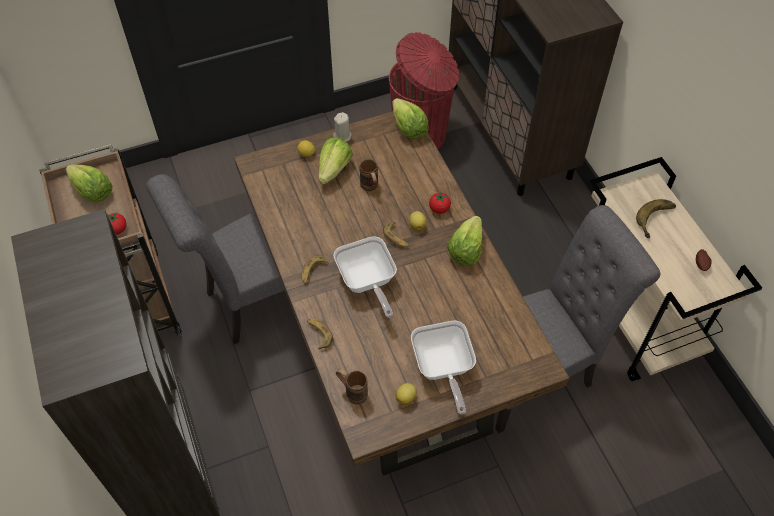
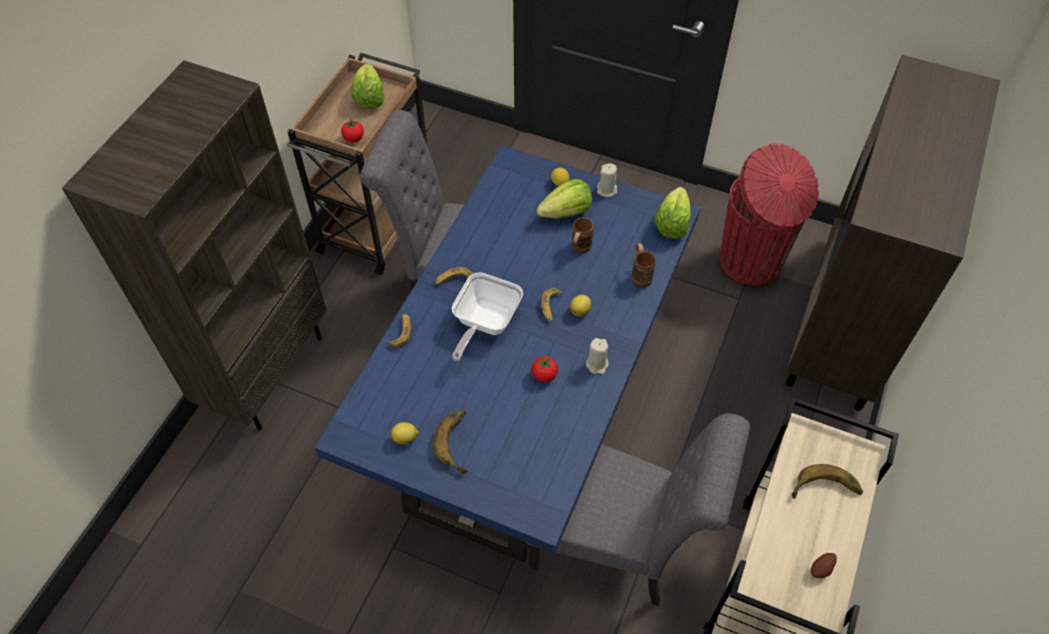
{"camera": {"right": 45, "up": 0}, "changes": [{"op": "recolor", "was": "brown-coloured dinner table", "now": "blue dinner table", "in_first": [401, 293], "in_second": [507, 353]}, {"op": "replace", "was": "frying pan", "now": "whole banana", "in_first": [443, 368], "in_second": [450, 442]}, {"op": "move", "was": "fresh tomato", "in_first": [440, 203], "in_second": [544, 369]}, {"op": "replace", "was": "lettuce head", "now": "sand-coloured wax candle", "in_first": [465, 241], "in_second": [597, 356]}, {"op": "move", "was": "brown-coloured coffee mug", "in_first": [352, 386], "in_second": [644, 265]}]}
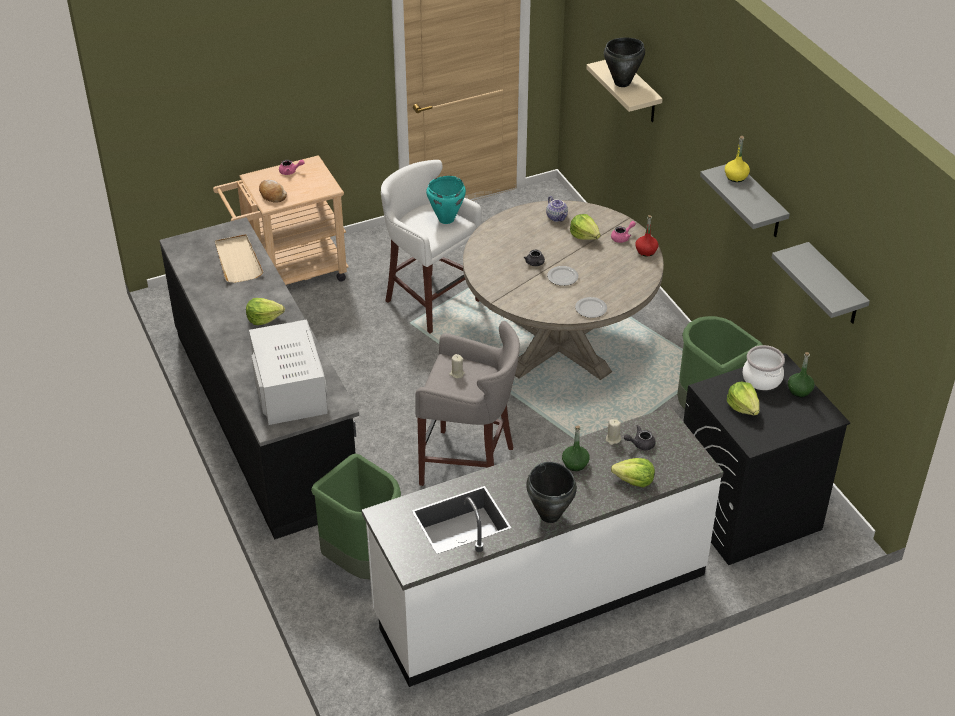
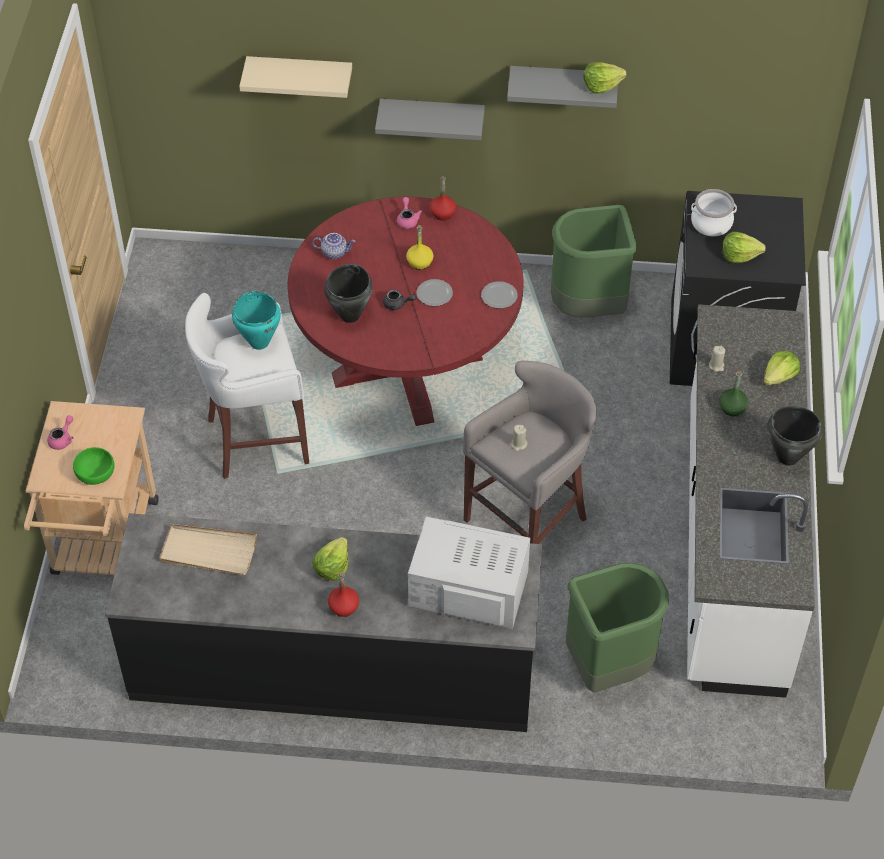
{"camera": {"right": -60, "up": 10}, "changes": [{"op": "replace", "was": "bakery bread", "now": "green serving bowl", "in_first": [273, 191], "in_second": [94, 466]}, {"op": "recolor", "was": "sand-coloured dinner table", "now": "red-coloured dinner table", "in_first": [563, 290], "in_second": [406, 311]}, {"op": "move", "was": "black-coloured stockpot", "in_first": [624, 62], "in_second": [349, 293]}, {"op": "insert", "now": "red-coloured bottle", "in_second": [343, 594]}, {"op": "move", "was": "gray bracket shelf", "in_first": [821, 283], "in_second": [430, 119]}, {"op": "move", "was": "yellowish bottle", "in_first": [737, 159], "in_second": [419, 247]}, {"op": "move", "was": "lettuce head", "in_first": [585, 227], "in_second": [605, 78]}, {"op": "delete", "was": "gray pot for tea", "in_first": [640, 437]}, {"op": "delete", "was": "green bottle", "in_first": [801, 374]}]}
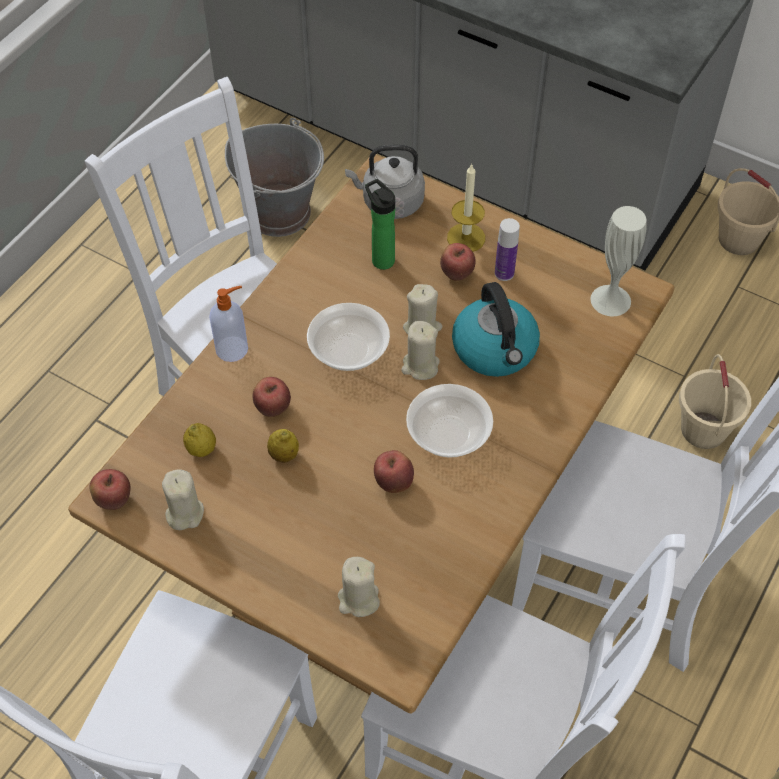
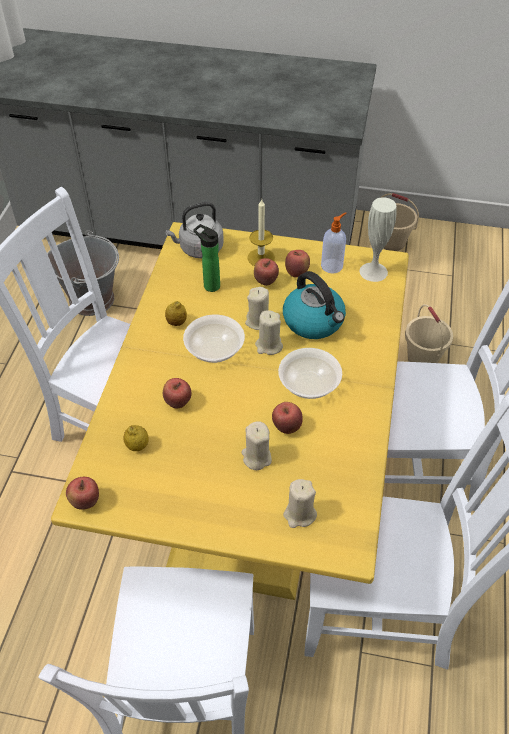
{"camera": {"right": -20, "up": -5}, "changes": [{"op": "recolor", "was": "brown-coloured dinner table", "now": "yellowish dinner table", "in_first": [371, 434], "in_second": [230, 411]}, {"op": "move", "was": "whole lemon", "in_first": [283, 446], "in_second": [176, 313]}, {"op": "move", "was": "sand-coloured wax candle", "in_first": [183, 499], "in_second": [256, 445]}, {"op": "replace", "was": "bottle", "now": "apple", "in_first": [507, 249], "in_second": [297, 264]}, {"op": "move", "was": "liquid soap bottle", "in_first": [228, 324], "in_second": [334, 243]}]}
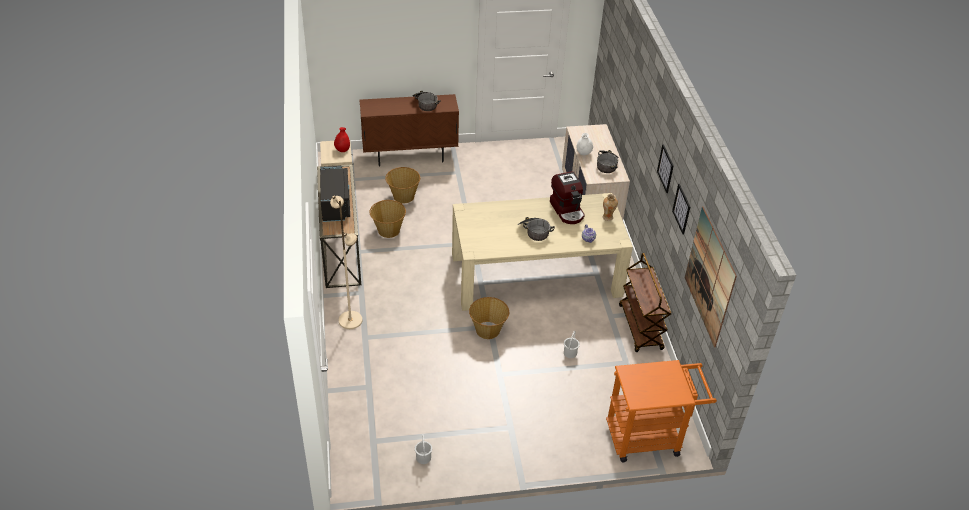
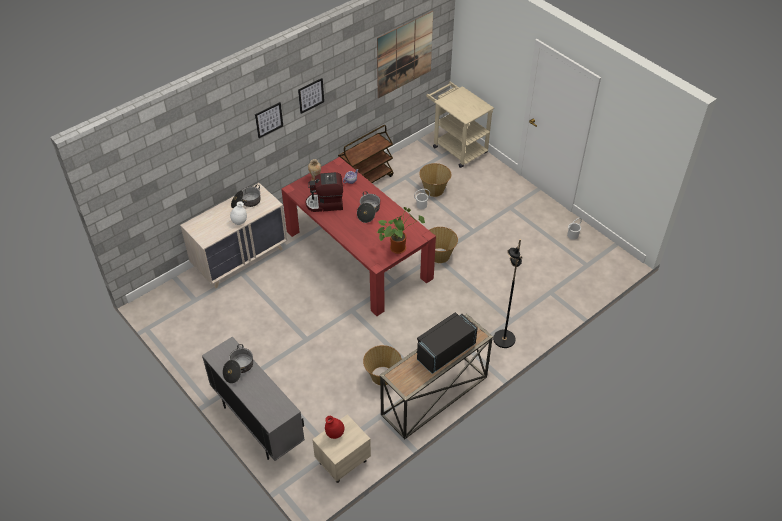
{"camera": {"right": -120, "up": 5}, "changes": [{"op": "recolor", "was": "brown-coloured cabinet", "now": "gray cabinet", "in_first": [409, 130], "in_second": [253, 399]}, {"op": "move", "was": "picture", "in_first": [681, 209], "in_second": [269, 120]}, {"op": "recolor", "was": "sand-coloured dinner table", "now": "red-coloured dinner table", "in_first": [542, 252], "in_second": [358, 236]}, {"op": "rotate", "was": "coffee brewer", "in_first": [567, 197], "in_second": [324, 192], "clockwise": -135}, {"op": "insert", "now": "potted plant", "in_second": [401, 230]}, {"op": "move", "was": "storage basket", "in_first": [402, 185], "in_second": [435, 180]}, {"op": "recolor", "was": "orangey wheeled cart", "now": "sand-coloured wheeled cart", "in_first": [661, 411], "in_second": [460, 125]}, {"op": "recolor", "was": "sand-coloured standing lamp", "now": "black-coloured standing lamp", "in_first": [346, 262], "in_second": [508, 293]}]}
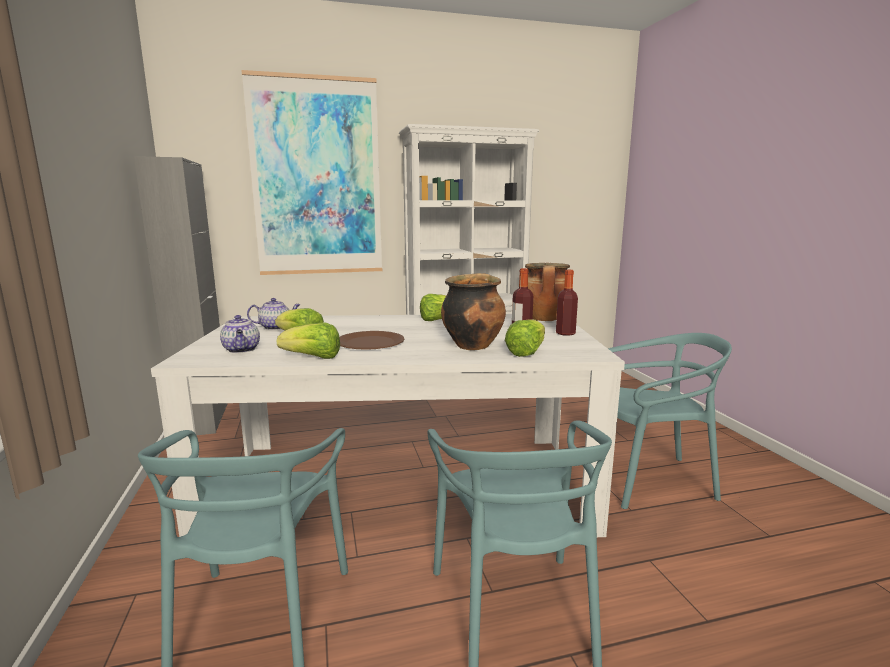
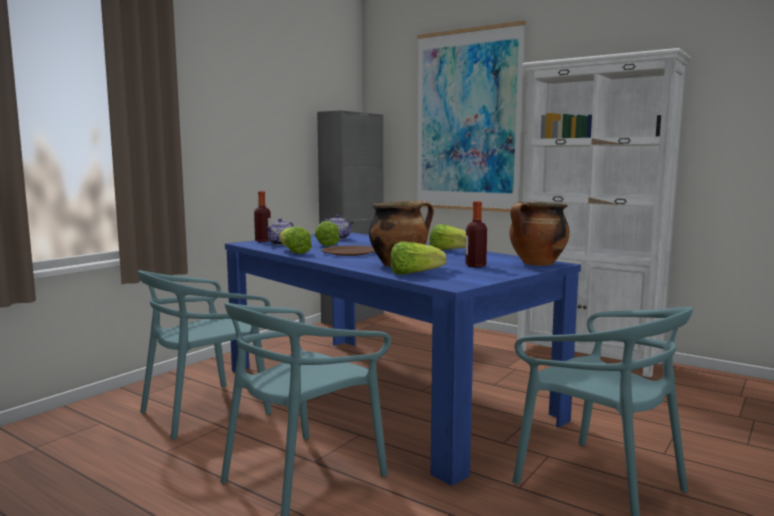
{"camera": {"right": 50, "up": -5}, "changes": [{"op": "recolor", "was": "white dinner table", "now": "blue dinner table", "in_first": [388, 425], "in_second": [403, 359]}, {"op": "move", "was": "bottle", "in_first": [567, 303], "in_second": [262, 216]}]}
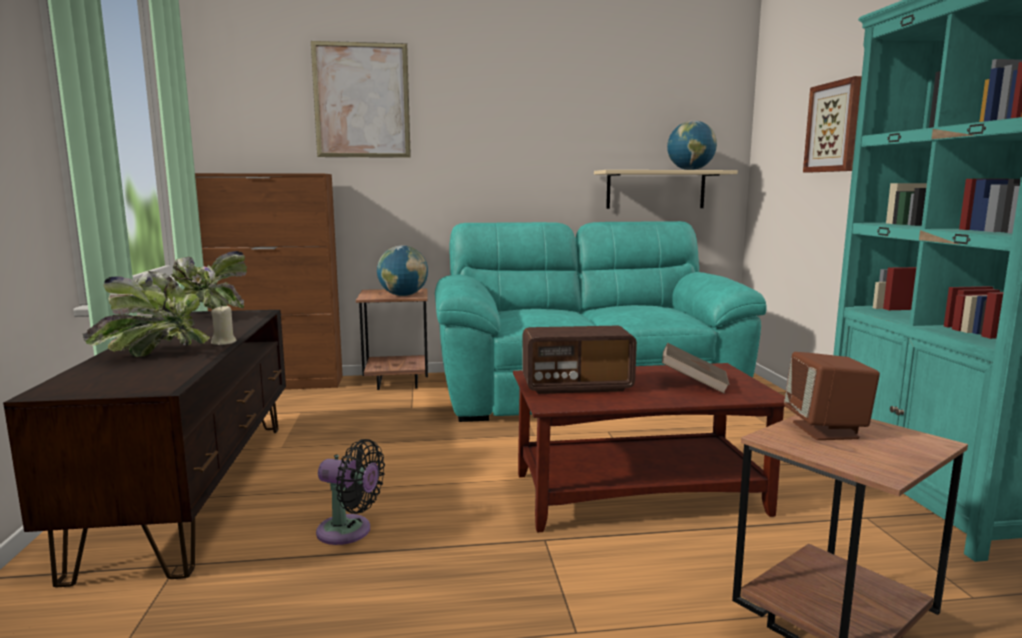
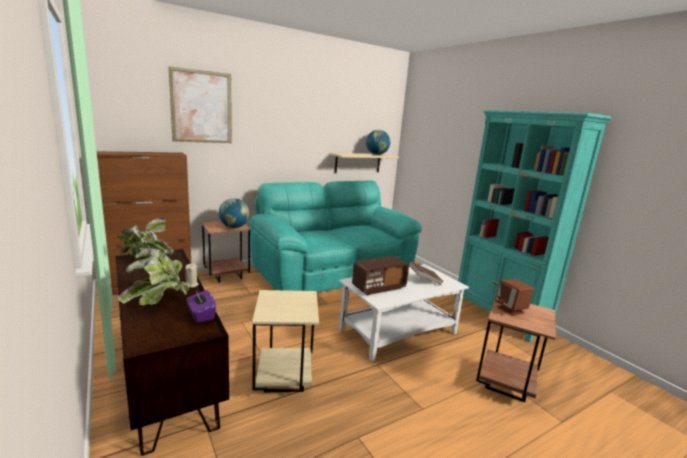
{"camera": {"right": -25, "up": 5}, "changes": [{"op": "insert", "now": "purplish tissue holder", "in_second": [201, 306]}, {"op": "replace", "was": "black-coloured electric fan", "now": "sand-coloured accent table", "in_first": [350, 492], "in_second": [285, 341]}, {"op": "recolor", "was": "brown-coloured low table", "now": "white low table", "in_first": [649, 447], "in_second": [404, 313]}, {"op": "delete", "was": "picture", "in_first": [832, 124]}]}
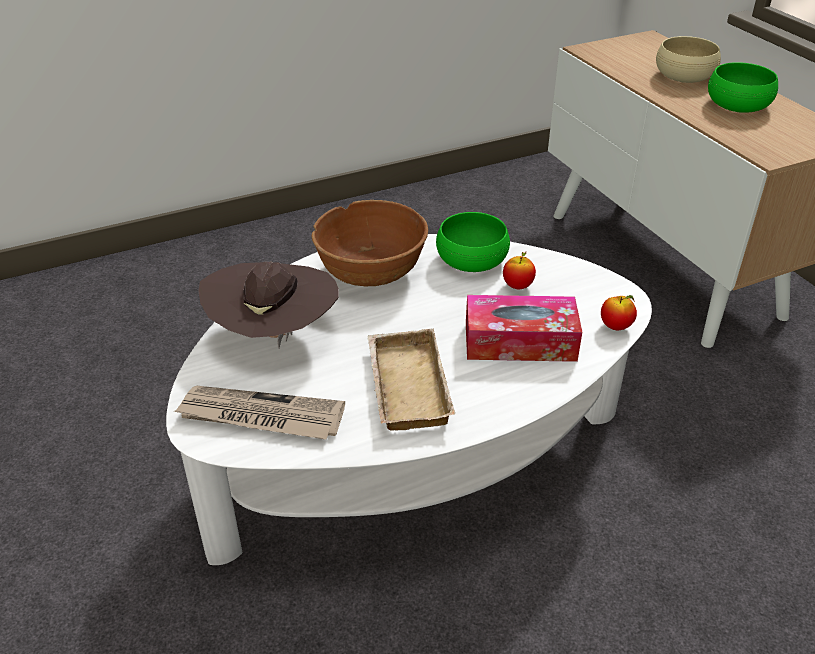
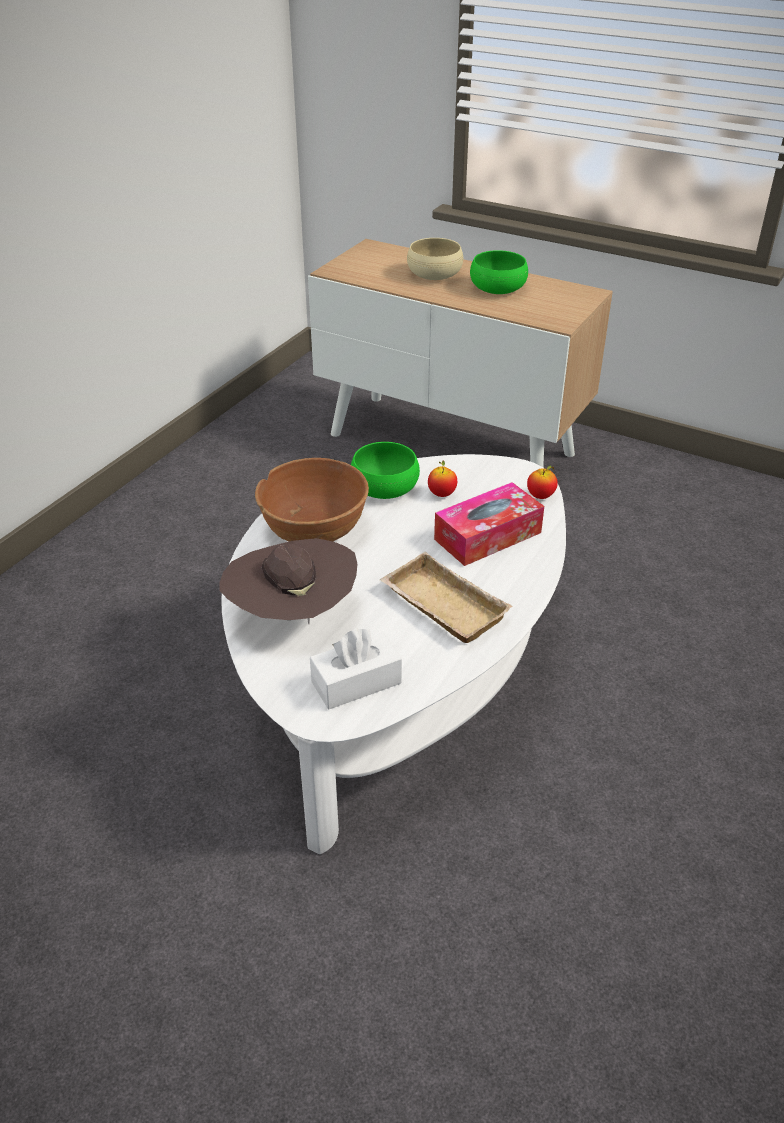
{"camera": {"right": -35, "up": 0}, "changes": [{"op": "replace", "was": "newspaper", "now": "white tissue holder", "in_first": [259, 412], "in_second": [356, 668]}]}
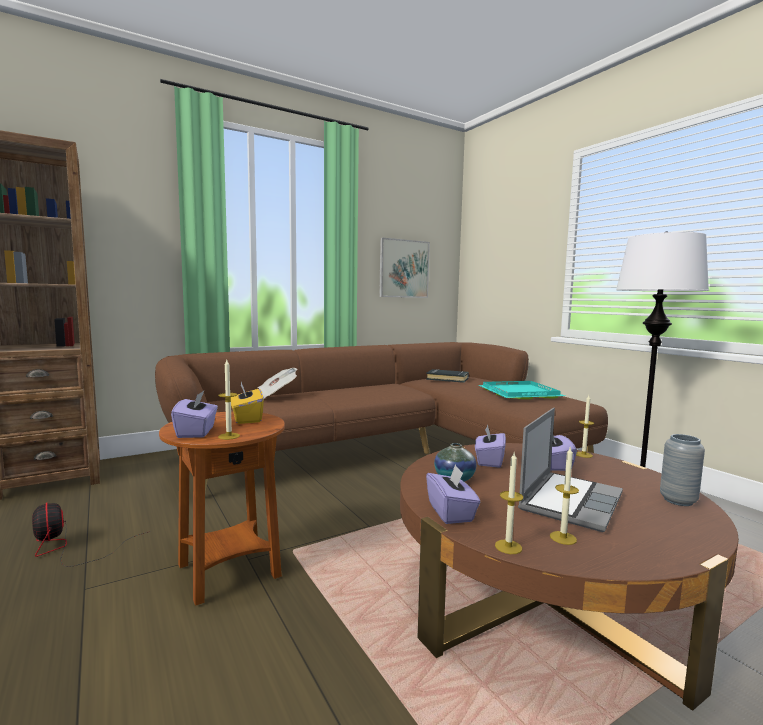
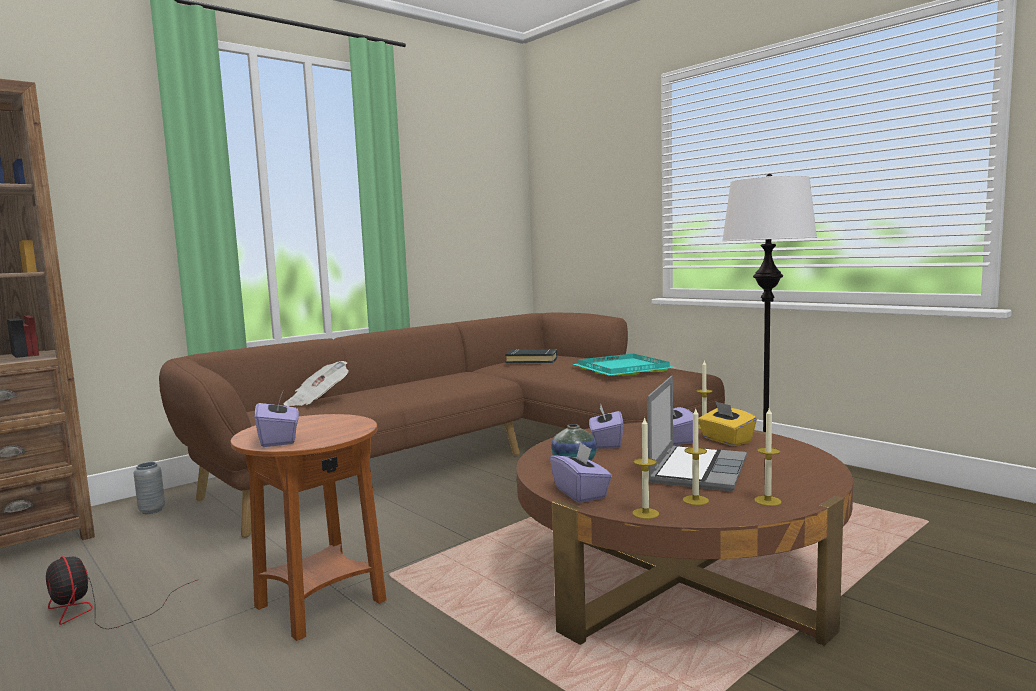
{"camera": {"right": -10, "up": 0}, "changes": [{"op": "move", "was": "gray flower vase", "in_first": [682, 470], "in_second": [149, 488]}, {"op": "move", "was": "yellowish tissue holder", "in_first": [247, 403], "in_second": [728, 423]}, {"op": "move", "was": "wax candle", "in_first": [229, 400], "in_second": [768, 457]}, {"op": "delete", "was": "picture", "in_first": [404, 267]}]}
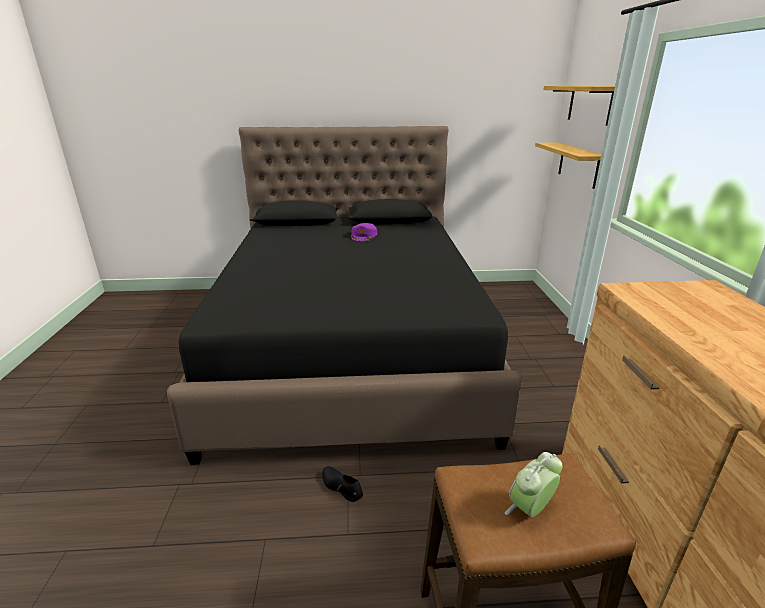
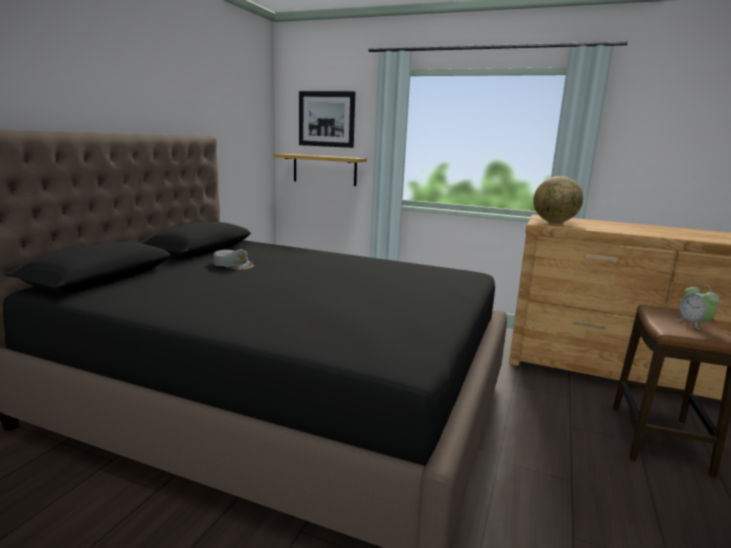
{"camera": {"right": -65, "up": -10}, "changes": [{"op": "recolor", "was": "purplish peaked cap", "now": "gray peaked cap", "in_first": [364, 232], "in_second": [233, 259]}, {"op": "replace", "was": "bracket shelf", "now": "picture", "in_first": [579, 106], "in_second": [327, 119]}, {"op": "insert", "now": "desk globe", "in_second": [558, 199]}, {"op": "delete", "was": "black-coloured shoe", "in_first": [342, 484]}]}
